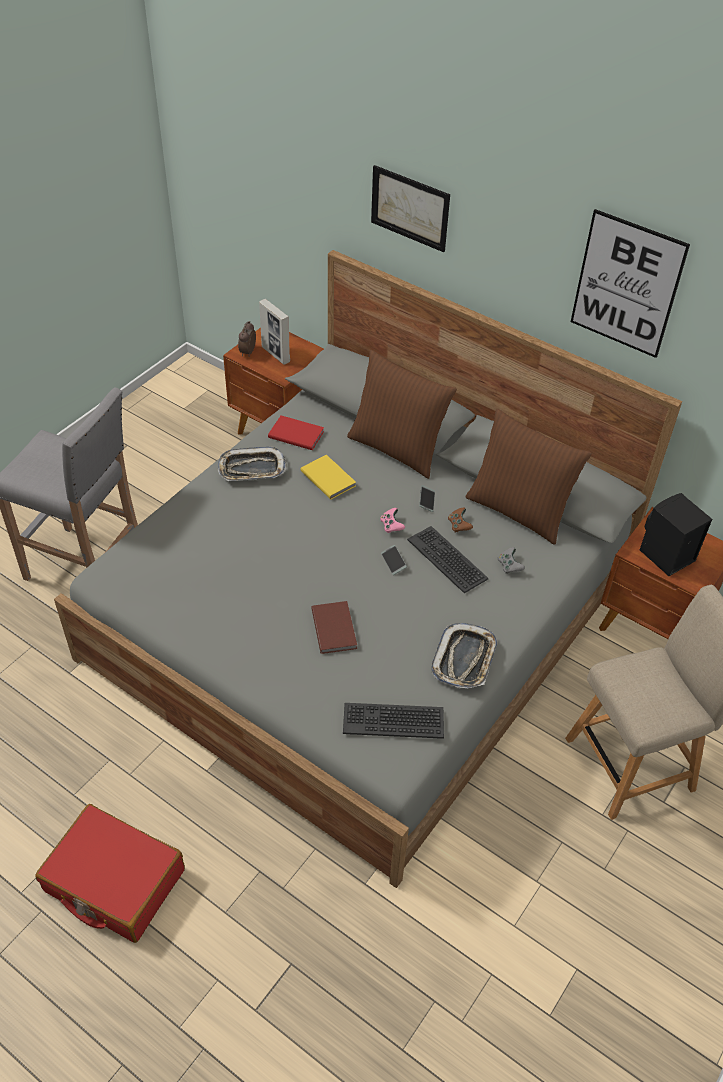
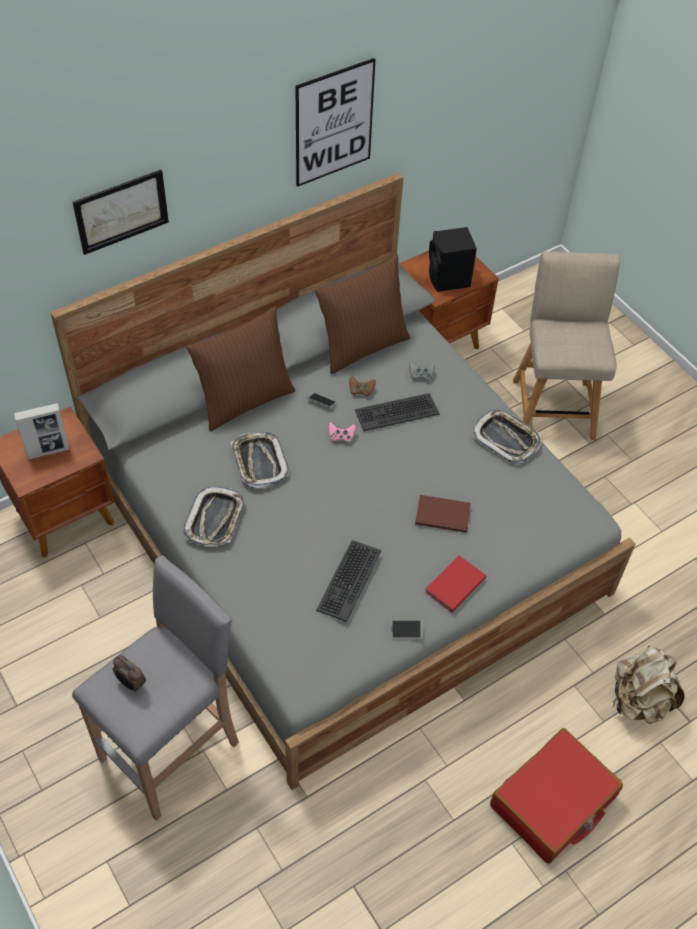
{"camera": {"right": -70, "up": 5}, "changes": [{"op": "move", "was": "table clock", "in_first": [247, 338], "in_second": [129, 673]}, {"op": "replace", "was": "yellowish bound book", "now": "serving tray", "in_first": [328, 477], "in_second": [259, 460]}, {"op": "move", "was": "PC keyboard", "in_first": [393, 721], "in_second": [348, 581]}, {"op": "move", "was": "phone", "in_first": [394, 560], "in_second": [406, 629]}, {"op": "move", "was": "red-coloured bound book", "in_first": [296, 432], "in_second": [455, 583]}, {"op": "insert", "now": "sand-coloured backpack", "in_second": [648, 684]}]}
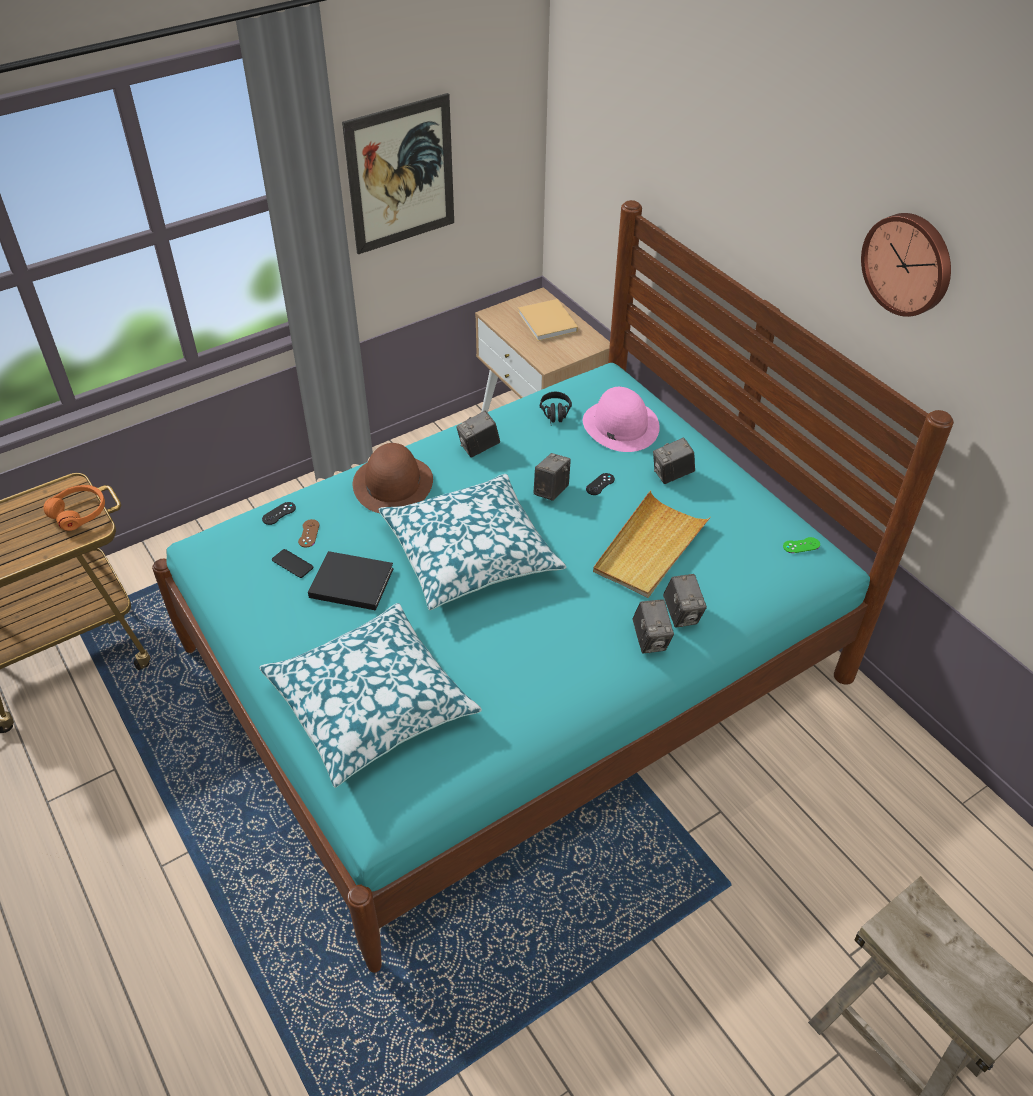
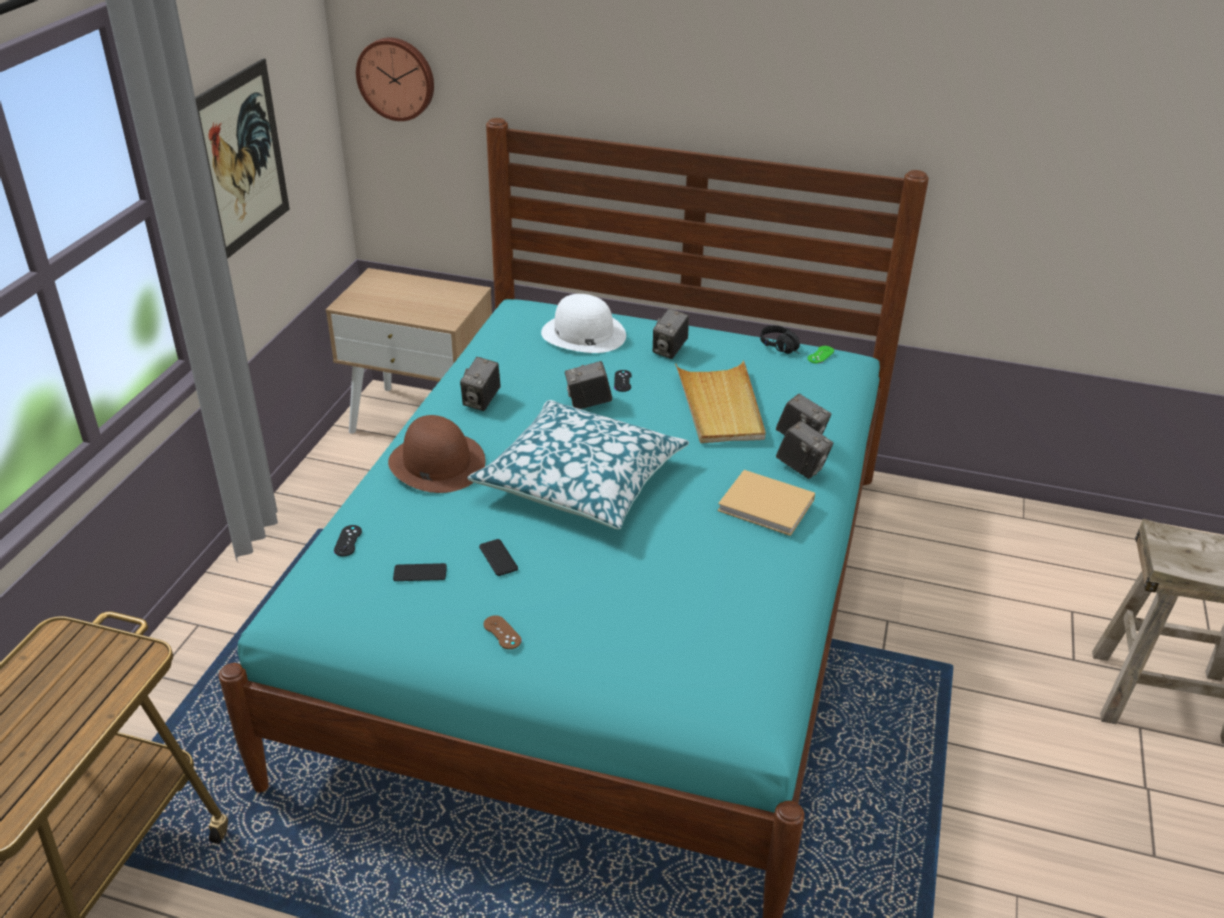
{"camera": {"right": -40, "up": -10}, "changes": [{"op": "move", "was": "hanging clock", "in_first": [906, 265], "in_second": [395, 79]}, {"op": "replace", "was": "black-coloured bound book", "now": "phone", "in_first": [351, 581], "in_second": [498, 557]}, {"op": "move", "was": "brown-coloured gamepad", "in_first": [308, 533], "in_second": [502, 632]}, {"op": "recolor", "was": "pink-coloured hat", "now": "white hat", "in_first": [621, 419], "in_second": [583, 323]}, {"op": "rotate", "was": "photo camera", "in_first": [552, 477], "in_second": [588, 385], "clockwise": -90}, {"op": "move", "was": "sand-coloured bound book", "in_first": [548, 320], "in_second": [766, 503]}, {"op": "move", "was": "black-coloured headset", "in_first": [556, 408], "in_second": [780, 339]}, {"op": "delete", "was": "orangey headset", "in_first": [74, 508]}, {"op": "delete", "was": "throw pillow", "in_first": [370, 695]}]}
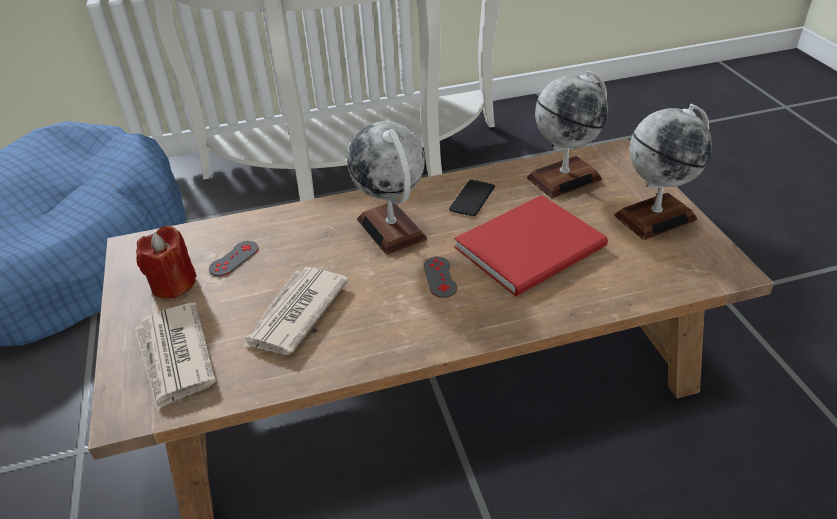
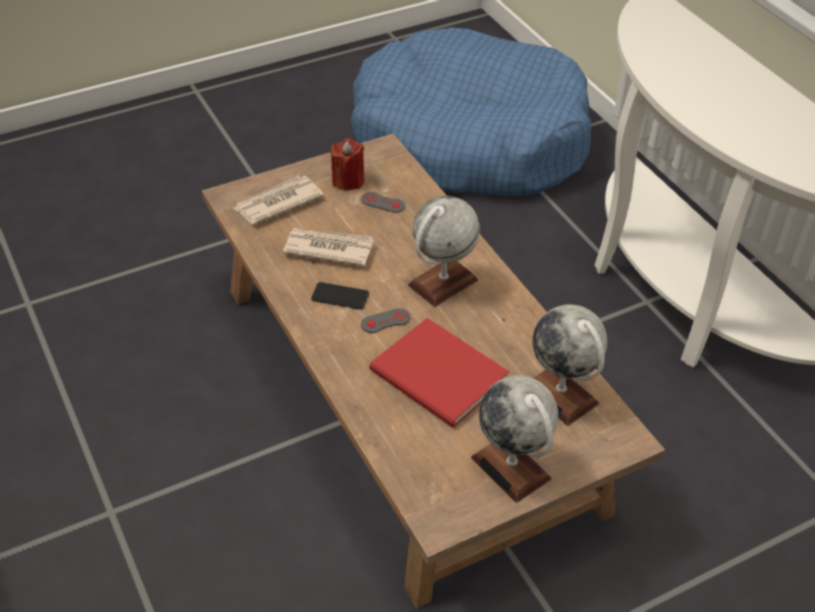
{"camera": {"right": 75, "up": 5}, "changes": [{"op": "move", "was": "phone", "in_first": [472, 198], "in_second": [340, 296]}]}
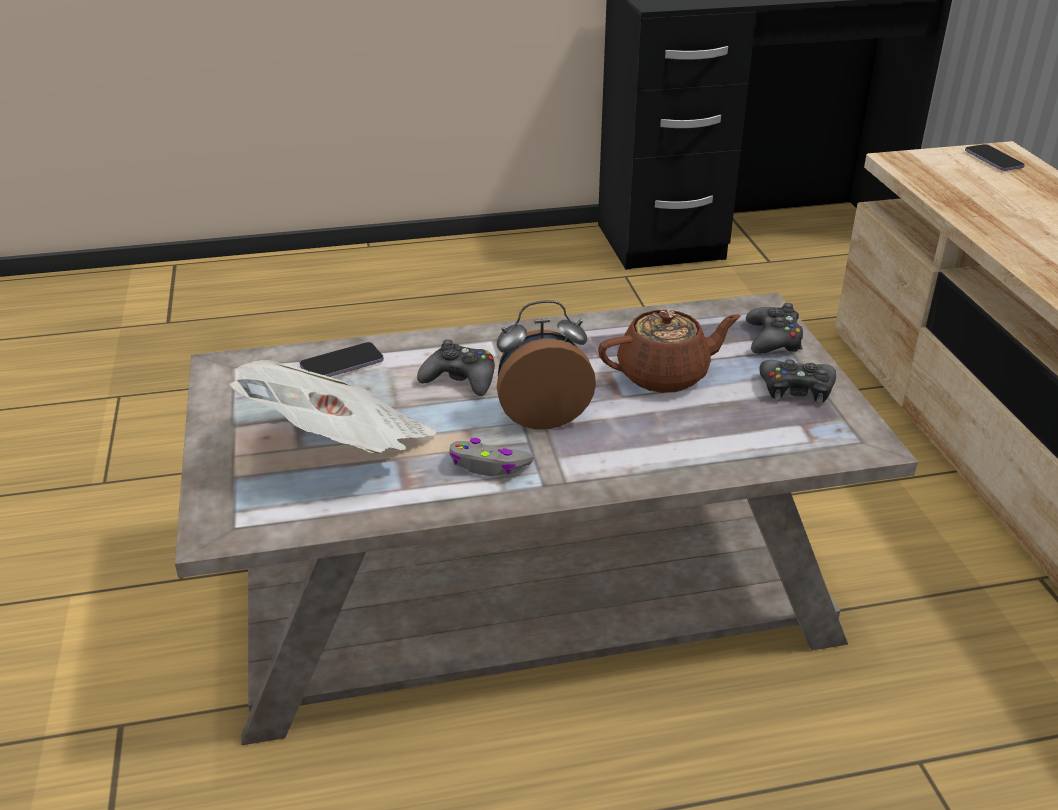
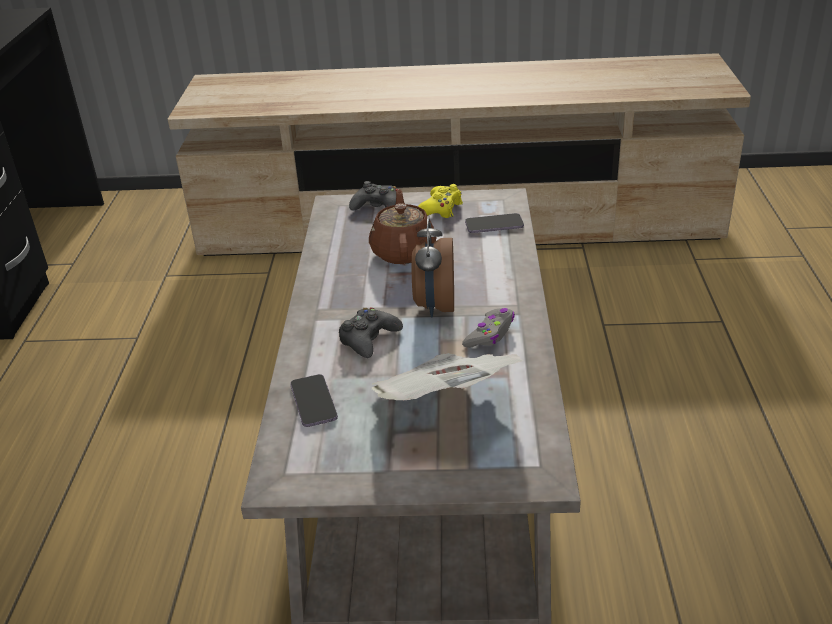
{"camera": {"right": -75, "up": 0}, "changes": [{"op": "recolor", "was": "black-coloured gamepad", "now": "yellowish gamepad", "in_first": [797, 381], "in_second": [440, 201]}, {"op": "move", "was": "phone", "in_first": [995, 157], "in_second": [494, 223]}]}
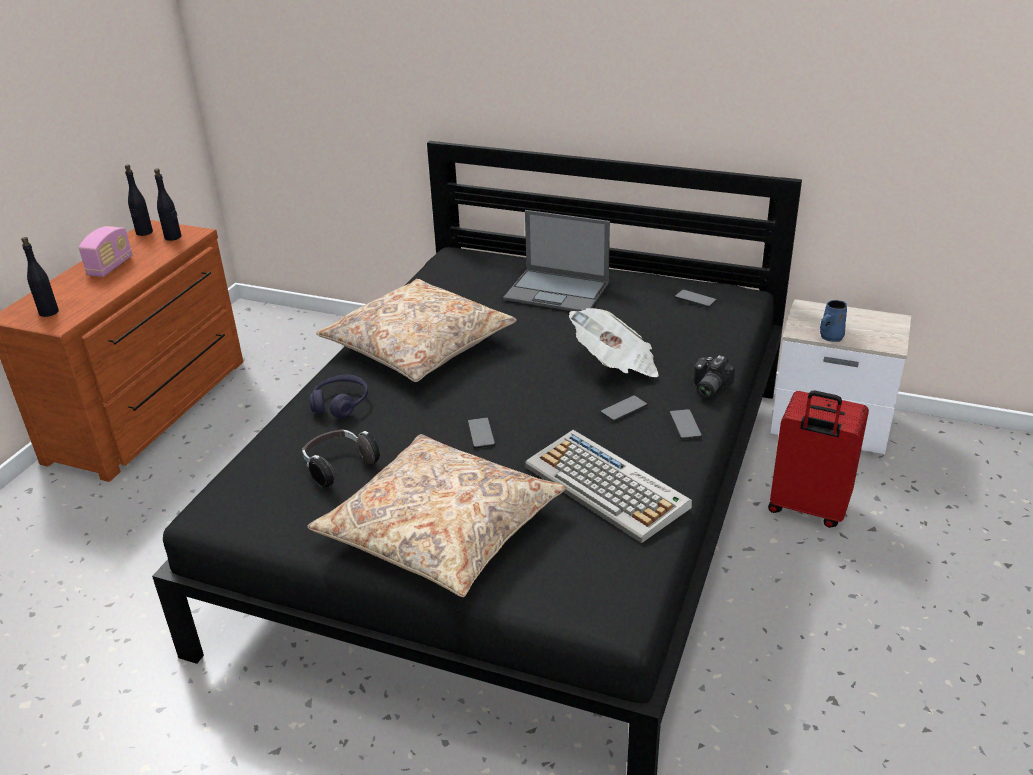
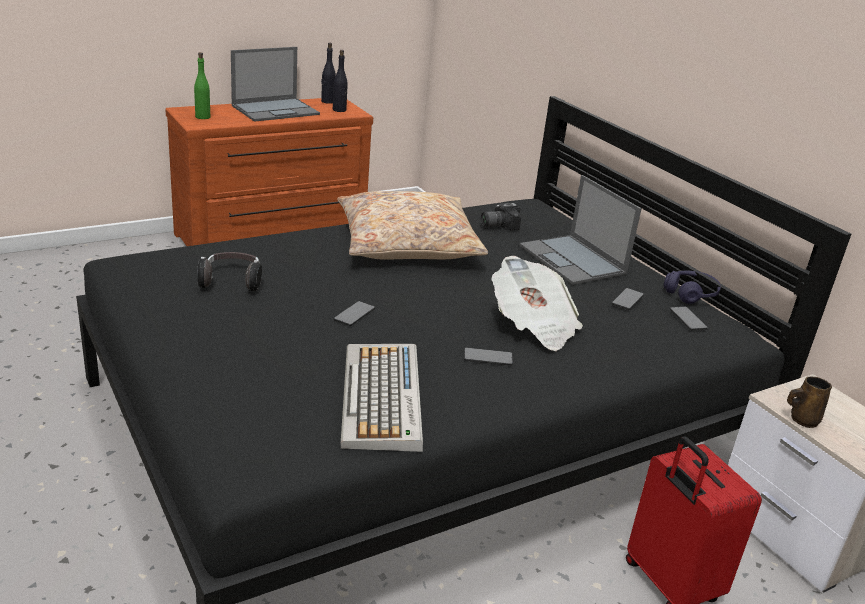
{"camera": {"right": 35, "up": -5}, "changes": [{"op": "recolor", "was": "black-coloured bottle", "now": "green bottle", "in_first": [40, 277], "in_second": [202, 85]}, {"op": "replace", "was": "radio", "now": "portable computer", "in_first": [105, 251], "in_second": [275, 84]}, {"op": "move", "was": "photo camera", "in_first": [714, 376], "in_second": [501, 216]}, {"op": "move", "was": "phone", "in_first": [685, 424], "in_second": [628, 299]}, {"op": "move", "was": "purplish headset", "in_first": [339, 397], "in_second": [692, 287]}, {"op": "recolor", "was": "blue coffee mug", "now": "brown-coloured coffee mug", "in_first": [833, 321], "in_second": [809, 402]}, {"op": "delete", "was": "sand-coloured throw pillow", "in_first": [436, 515]}]}
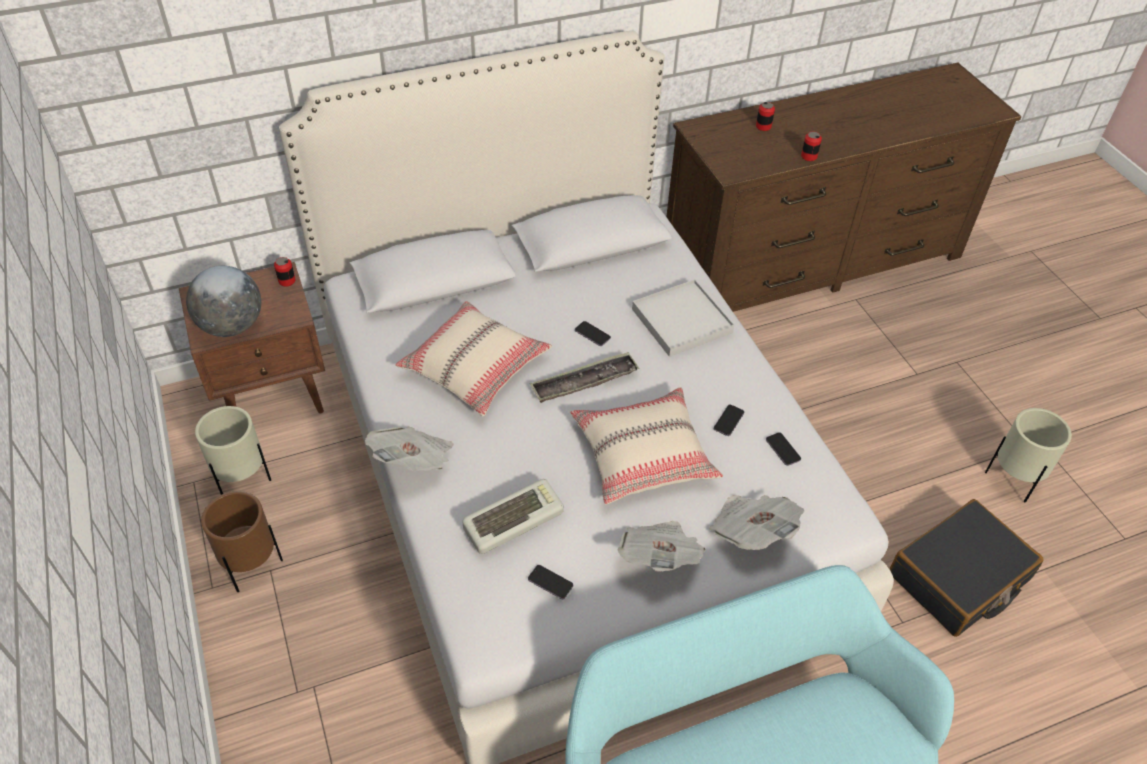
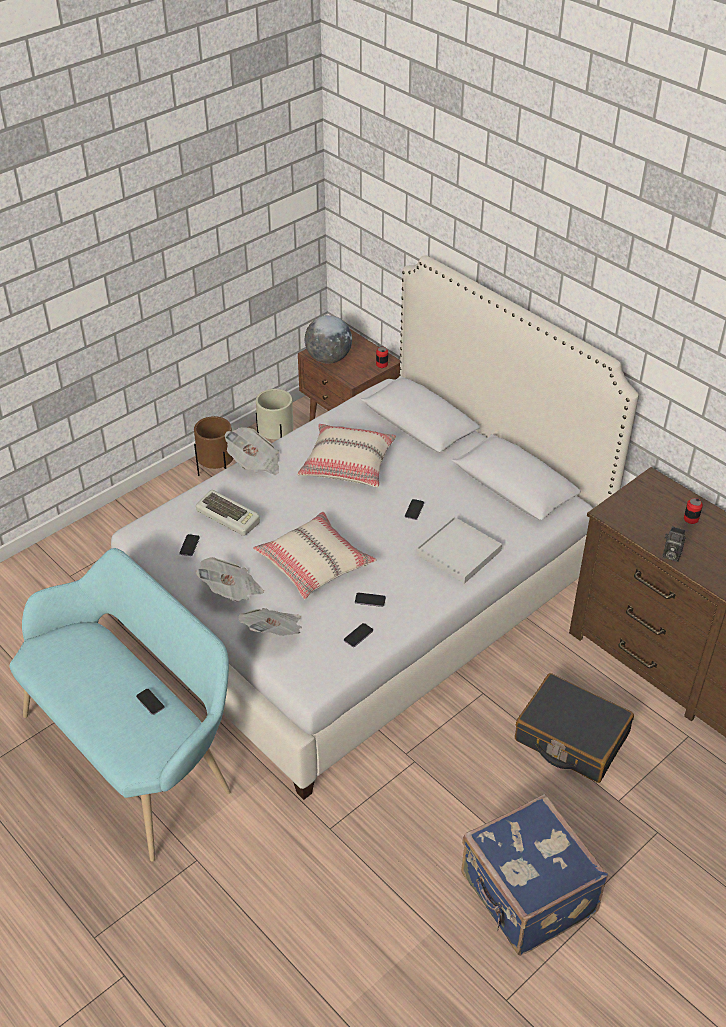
{"camera": {"right": 70, "up": -5}, "changes": [{"op": "insert", "now": "phone", "in_second": [150, 702]}, {"op": "replace", "was": "sand-coloured planter", "now": "blue piece of luggage", "in_first": [1028, 455], "in_second": [534, 875]}, {"op": "move", "was": "black-coloured piece of luggage", "in_first": [966, 568], "in_second": [574, 728]}, {"op": "replace", "was": "sealed can", "now": "photo camera", "in_first": [811, 146], "in_second": [674, 544]}, {"op": "delete", "was": "serving tray", "in_first": [584, 377]}]}
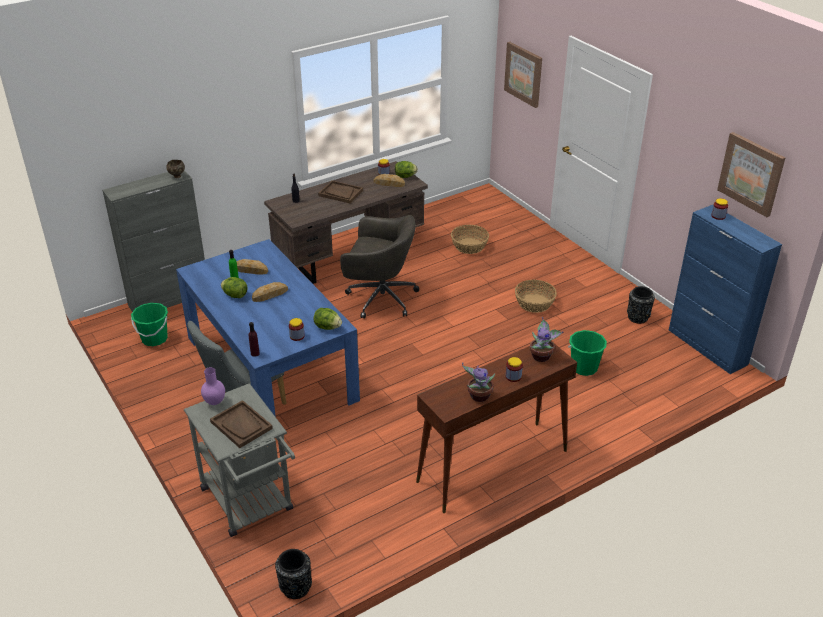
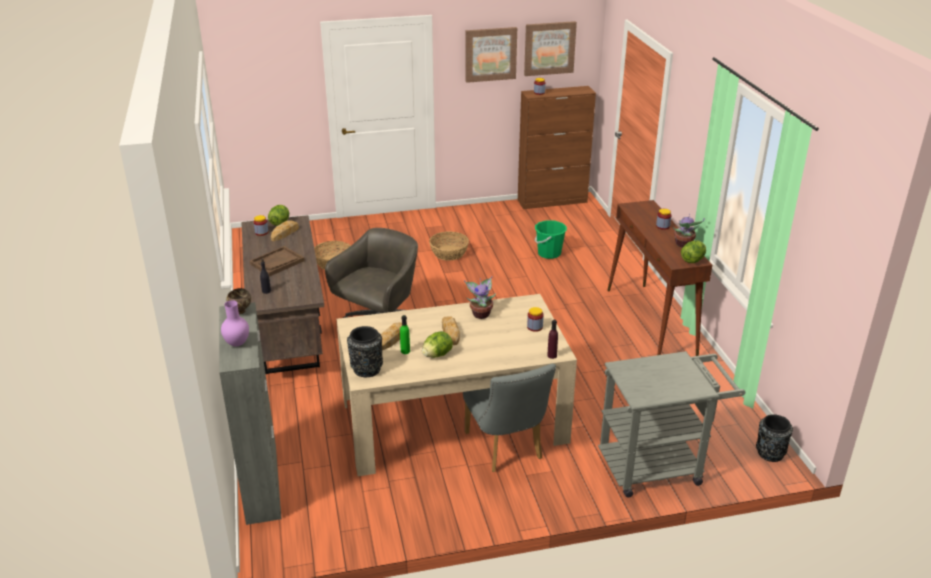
{"camera": {"right": -70, "up": -5}, "changes": [{"op": "move", "was": "purplish flower vase", "in_first": [213, 386], "in_second": [235, 323]}, {"op": "recolor", "was": "blue dinner table", "now": "sand-coloured dinner table", "in_first": [268, 328], "in_second": [457, 385]}, {"op": "move", "was": "black-coloured flower vase", "in_first": [641, 305], "in_second": [365, 351]}, {"op": "move", "was": "potted plant", "in_first": [546, 339], "in_second": [480, 297]}, {"op": "move", "was": "picture", "in_first": [523, 75], "in_second": [491, 55]}, {"op": "recolor", "was": "blue cabinet", "now": "brown-coloured cabinet", "in_first": [725, 289], "in_second": [557, 147]}, {"op": "move", "was": "lettuce head", "in_first": [328, 319], "in_second": [693, 251]}, {"op": "delete", "was": "green pail", "in_first": [149, 324]}, {"op": "delete", "was": "brown-coloured serving tray", "in_first": [241, 424]}]}
